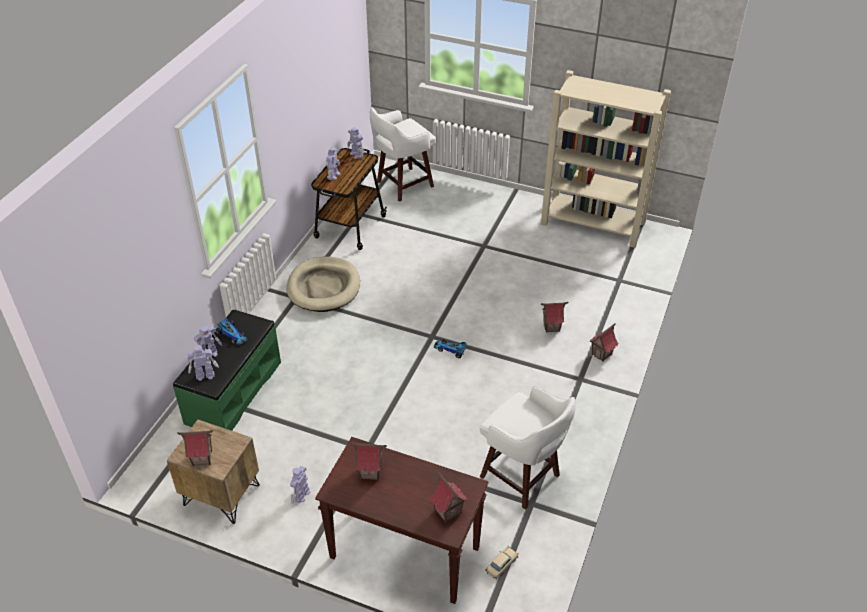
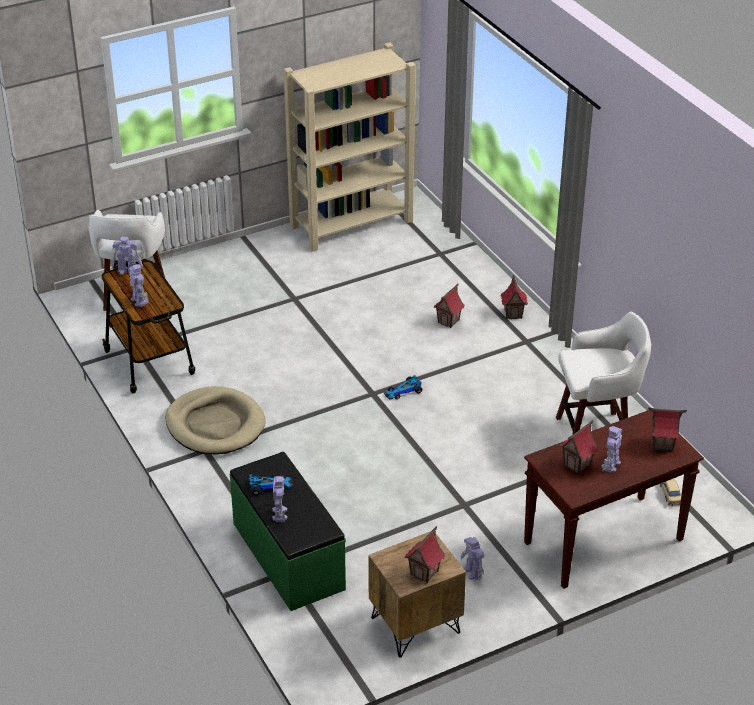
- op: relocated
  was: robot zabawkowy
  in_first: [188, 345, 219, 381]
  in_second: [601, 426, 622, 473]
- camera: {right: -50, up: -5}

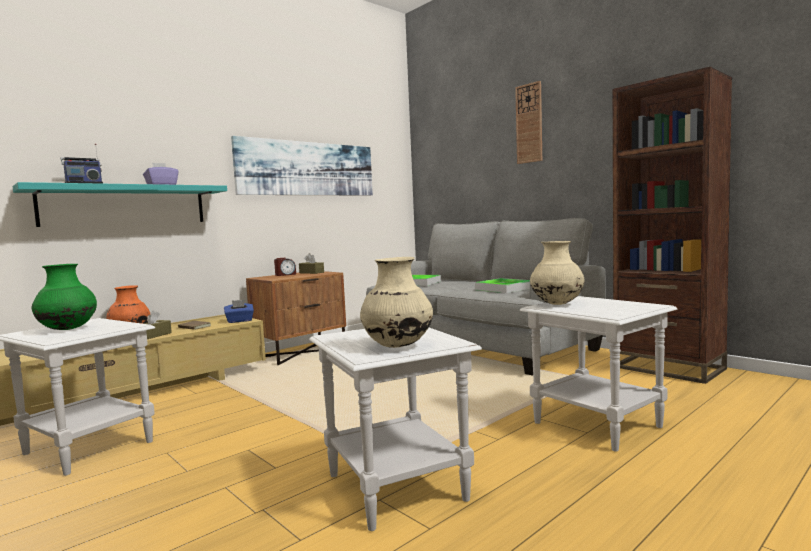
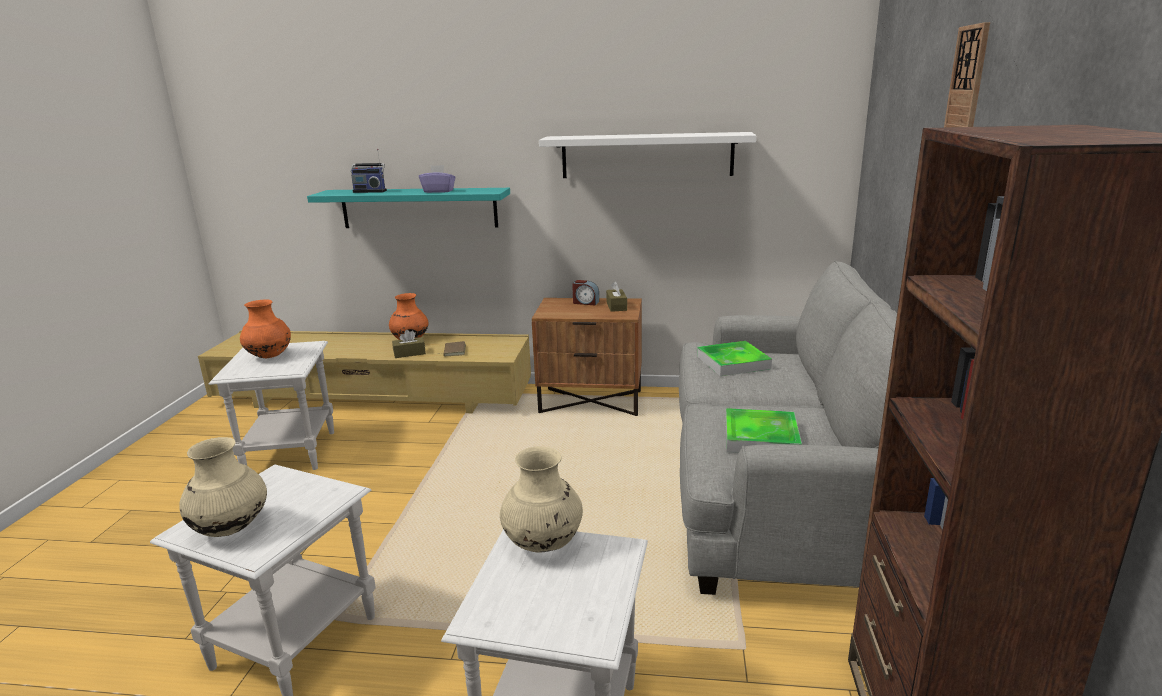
- op: colour
  was: wazon/zielony
  now: wazon/pomarańczowy
  in_first: [32, 264, 97, 330]
  in_second: [240, 299, 291, 358]
- op: exchanged
  was: obraz
  now: półka/biały
  in_first: [231, 136, 373, 195]
  in_second: [539, 132, 756, 178]
- op: missing
  was: pudełko chusteczek/niebieski
  in_first: [224, 300, 254, 323]
- camera: {right: 50, up: 15}

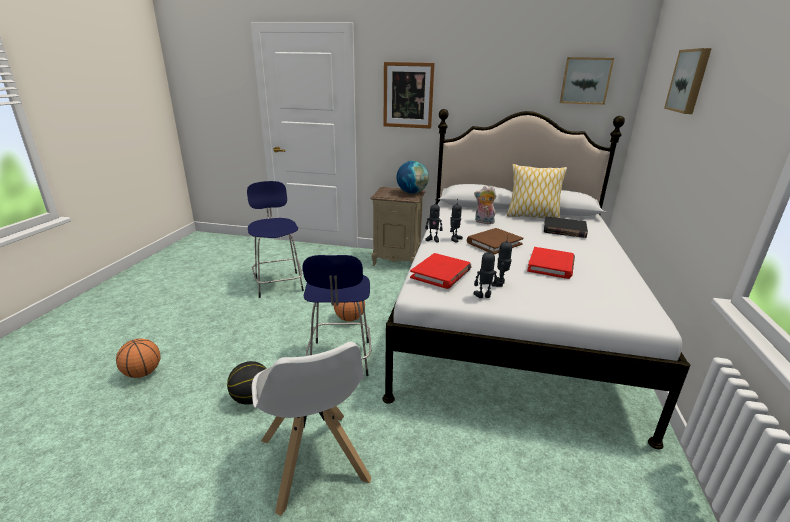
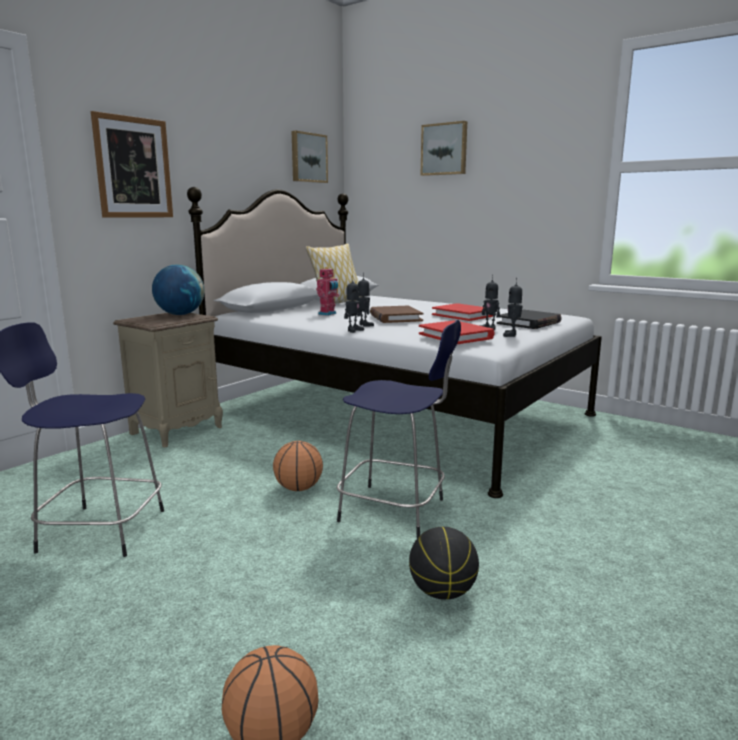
- op: exchanged
  was: pluszak
  now: robot zabawkowy
  in_first: [474, 186, 496, 224]
  in_second: [316, 267, 339, 316]
- op: relocated
  was: książka/czarny
  in_first: [544, 217, 588, 238]
  in_second: [497, 310, 562, 329]
- op: missing
  was: krzesło
  in_first: [252, 342, 372, 516]
- camera: {right: -65, up: -10}

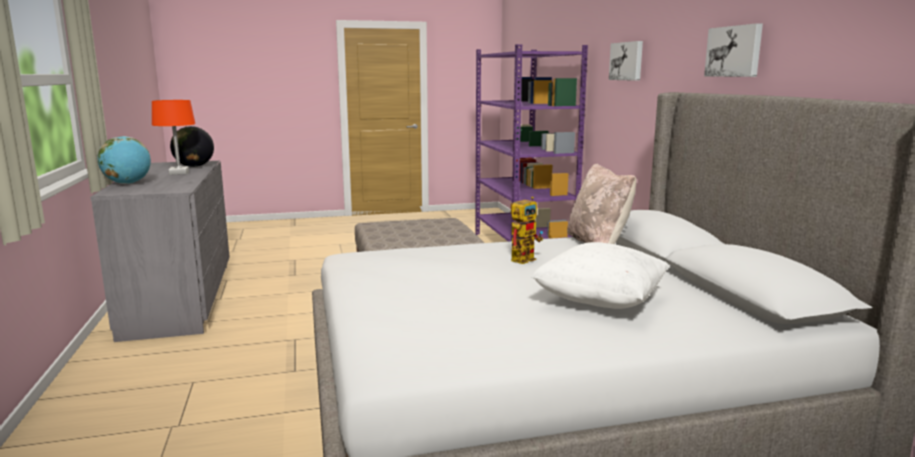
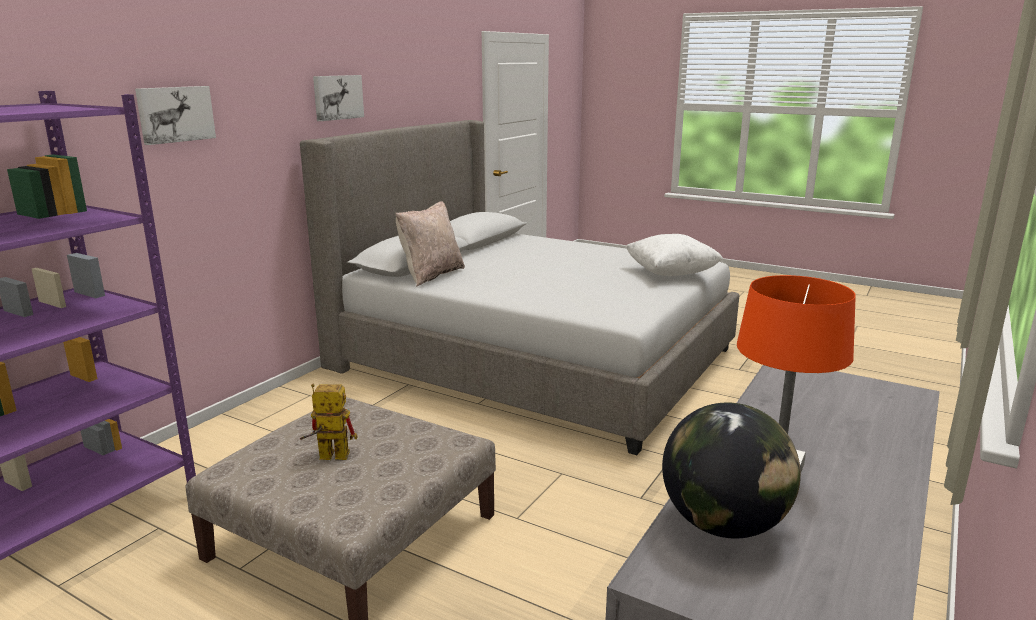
- op: relocated
  was: robot zabawkowy
  in_first: [511, 197, 543, 264]
  in_second: [300, 384, 358, 460]
- op: relocated
  was: poduszka/biały
  in_first: [531, 242, 670, 309]
  in_second: [626, 234, 723, 276]
- op: missing
  was: globus
  in_first: [98, 136, 151, 184]
- camera: {right: -135, up: 5}

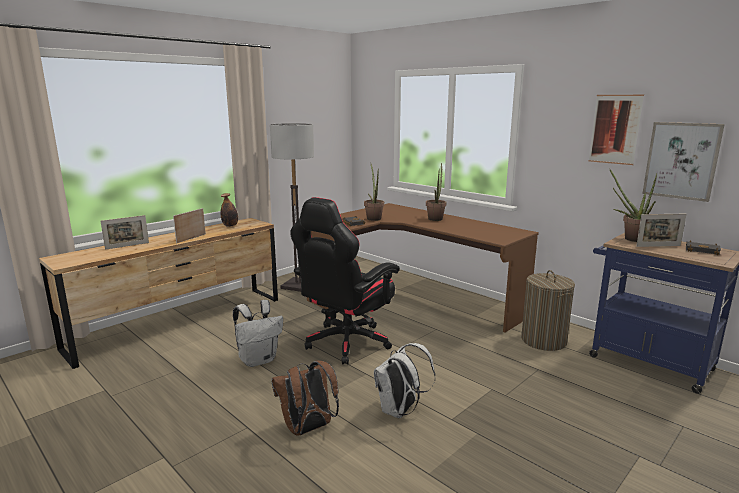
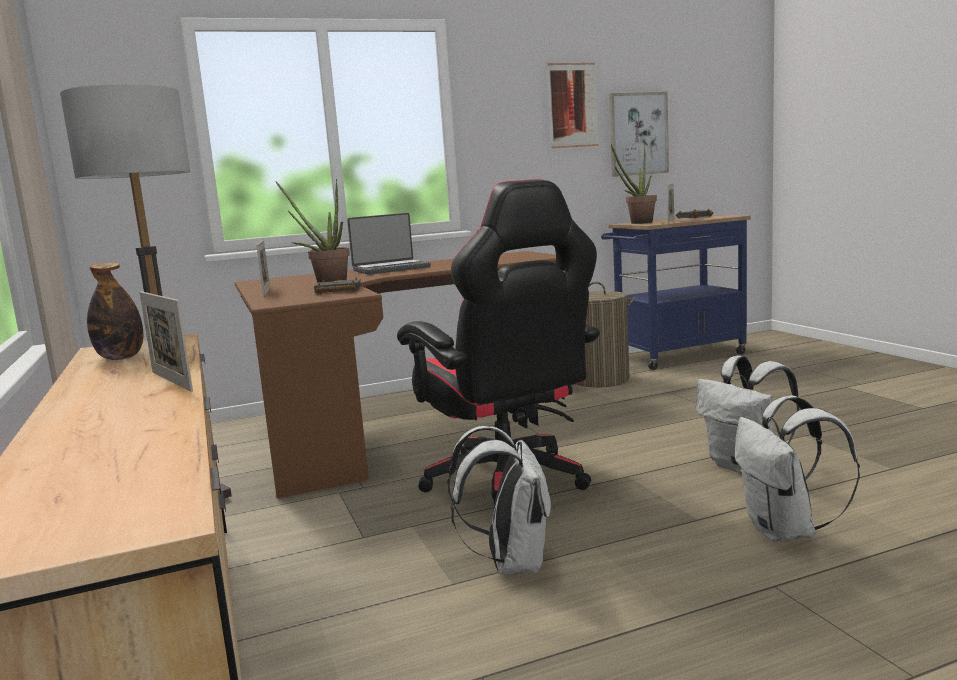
- op: relocated
  was: ramka na zdjęcie
  in_first: [101, 215, 149, 250]
  in_second: [256, 240, 270, 297]
- op: exchanged
  was: roślina doniczkowa
  now: laptop
  in_first: [426, 163, 446, 221]
  in_second: [347, 213, 431, 274]
- op: colour
  was: plecak/brązowy
  now: plecak/biały
  in_first: [271, 361, 339, 435]
  in_second: [735, 396, 860, 542]
- camera: {right: -65, up: -5}

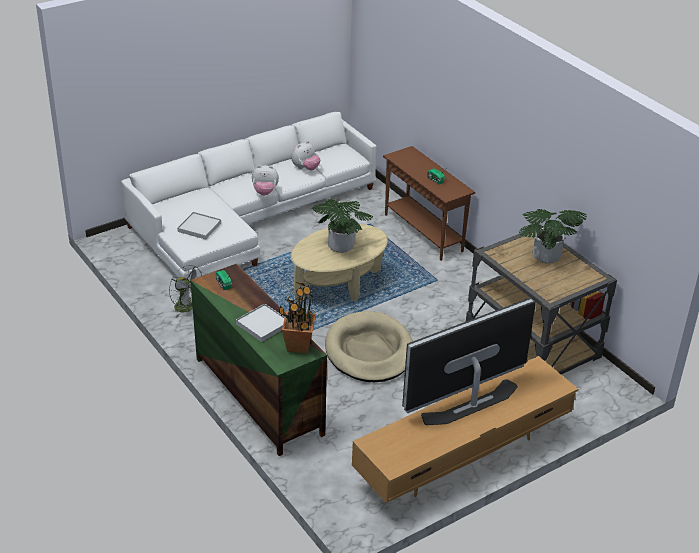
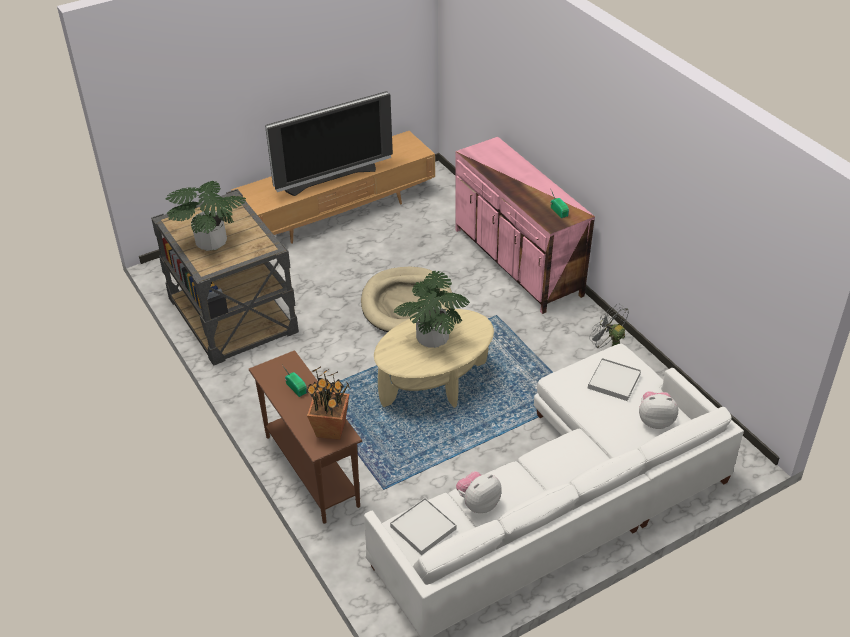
- op: relocated
  was: roślina doniczkowa
  in_first: [279, 282, 316, 353]
  in_second: [306, 366, 350, 440]
- op: relocated
  was: taca/biały
  in_first: [236, 304, 285, 342]
  in_second: [390, 498, 457, 555]
- op: colour
  was: szafka/zielony
  now: szafka/różowy
  in_first: [190, 264, 327, 456]
  in_second: [455, 137, 595, 314]
- op: relocated
  was: pluszak
  in_first: [252, 165, 279, 195]
  in_second: [639, 391, 678, 429]
- camera: {right: -175, up: 5}

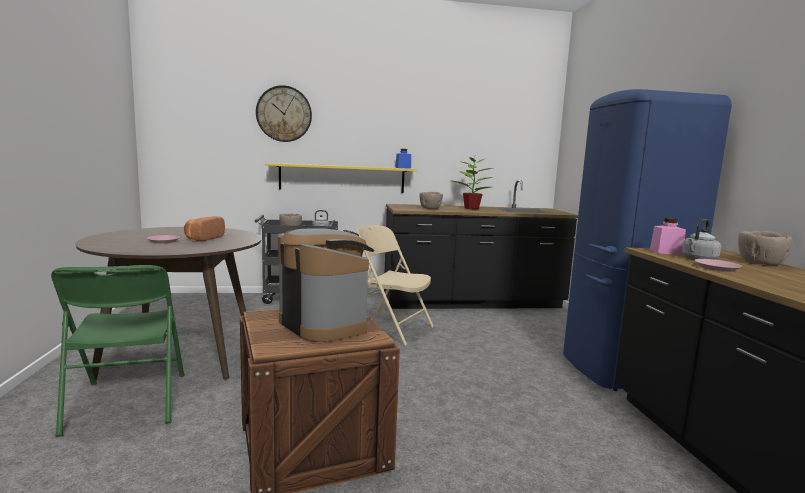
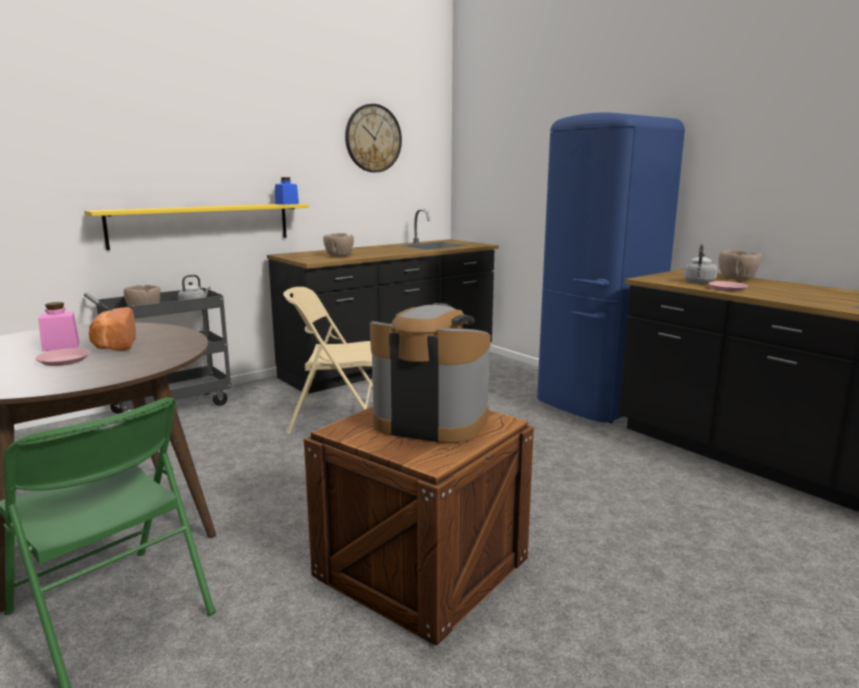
- op: relocated
  was: słoik/różowy
  in_first: [650, 218, 686, 255]
  in_second: [38, 302, 80, 351]
- op: relocated
  was: zegar ścienny
  in_first: [256, 85, 312, 142]
  in_second: [345, 104, 402, 173]
- op: missing
  was: roślina doniczkowa
  in_first: [453, 157, 494, 209]
- camera: {right: -30, up: 5}

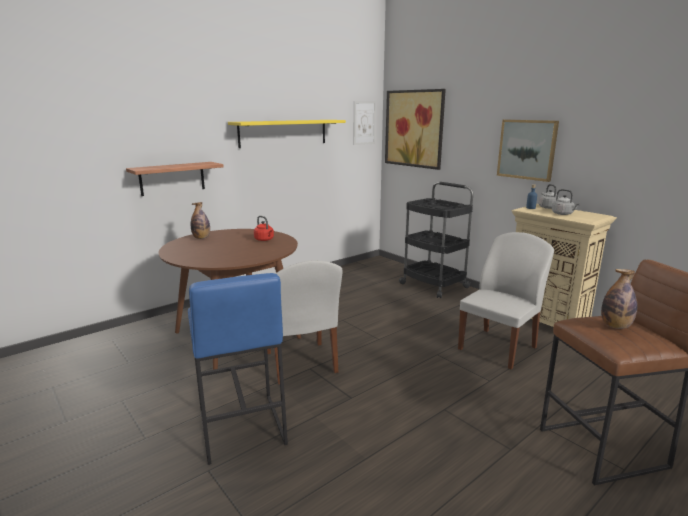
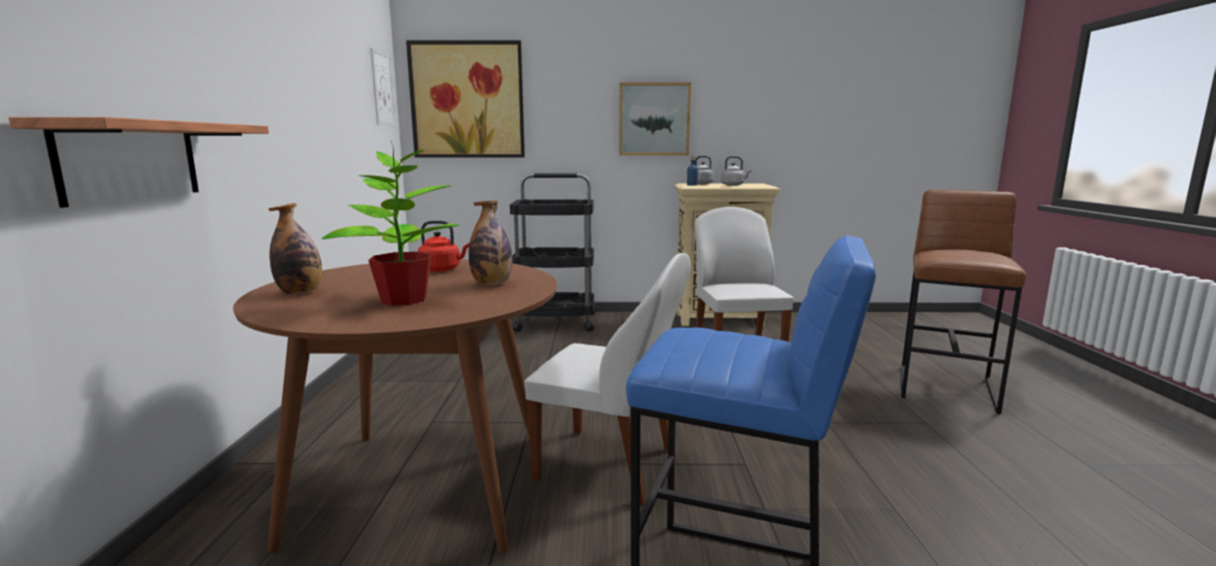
- op: appeared
  now: roślina doniczkowa
  in_second: [322, 142, 459, 306]
- op: relocated
  was: butelka
  in_first: [601, 269, 637, 329]
  in_second: [469, 200, 512, 285]
- op: missing
  was: półka/żółty
  in_first: [228, 120, 346, 148]
- camera: {right: -50, up: -5}

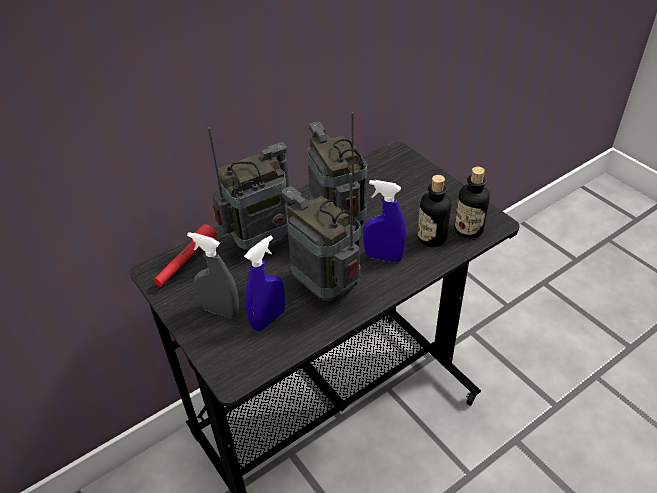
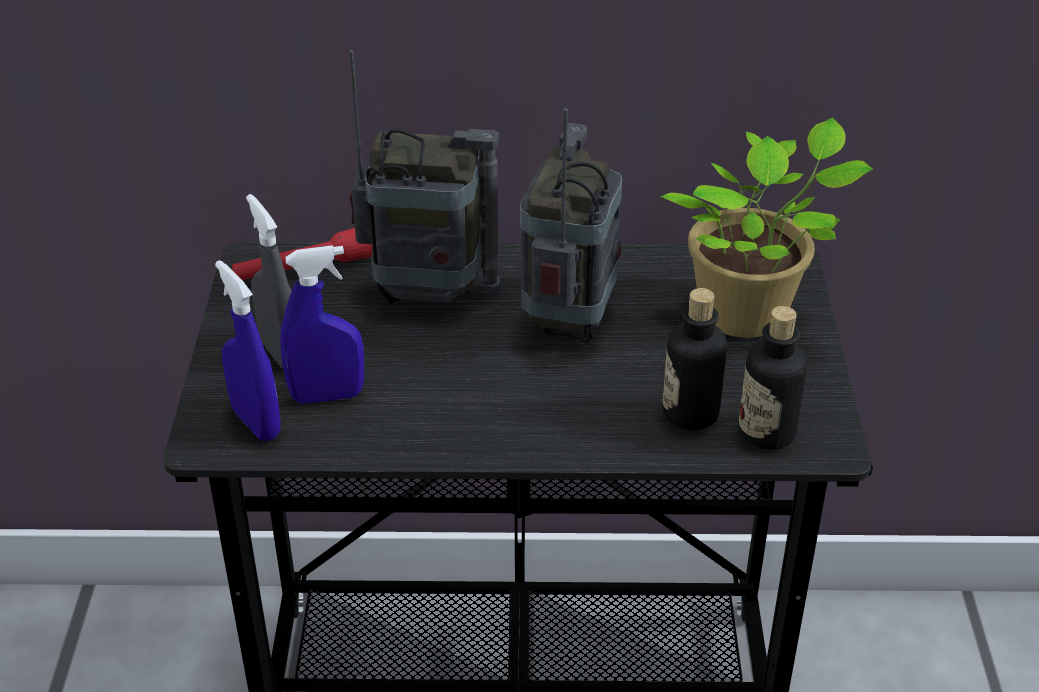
- op: relocated
  was: spryskiwacz/niebieski
  in_first: [363, 180, 406, 263]
  in_second: [215, 260, 281, 441]
- op: appeared
  now: roślina doniczkowa
  in_second: [661, 118, 873, 338]
- op: missing
  was: radio
  in_first: [282, 173, 361, 302]
- camera: {right: 35, up: -5}

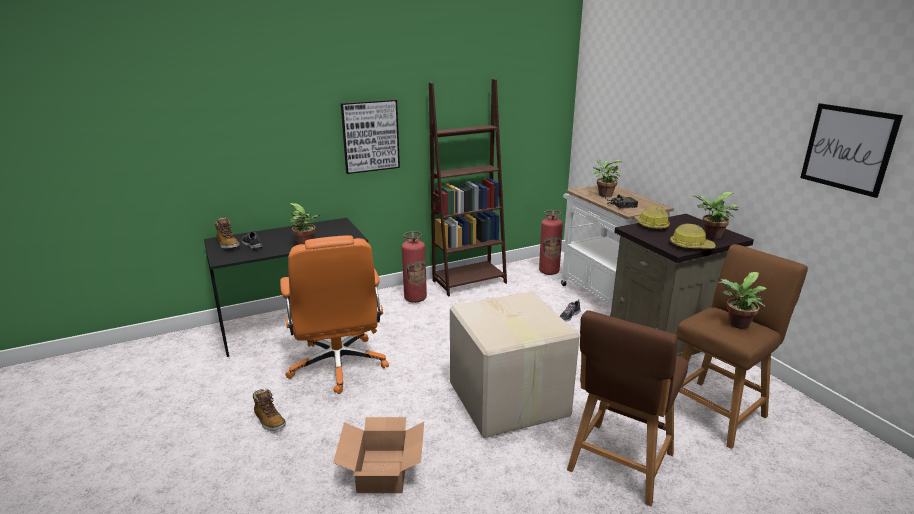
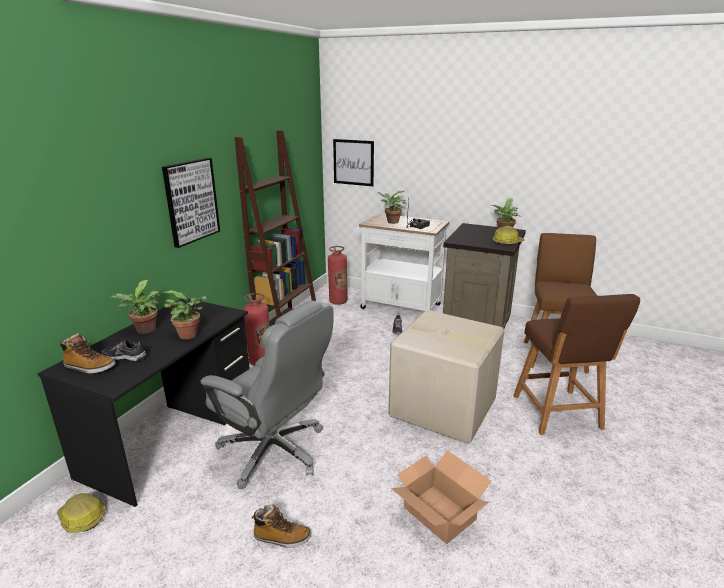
- op: relocated
  was: kask
  in_first: [634, 206, 670, 231]
  in_second: [57, 493, 106, 533]
- op: relocated
  was: roślina doniczkowa
  in_first: [718, 272, 767, 329]
  in_second: [110, 280, 160, 334]
- op: colour
  was: krzesło biurowe/pomarańczowy
  now: krzesło biurowe/szary
  in_first: [280, 235, 389, 394]
  in_second: [201, 301, 334, 489]
- op: relocated
  was: obraz
  in_first: [800, 103, 903, 198]
  in_second: [333, 139, 374, 186]
- camera: {right: -40, up: 0}

